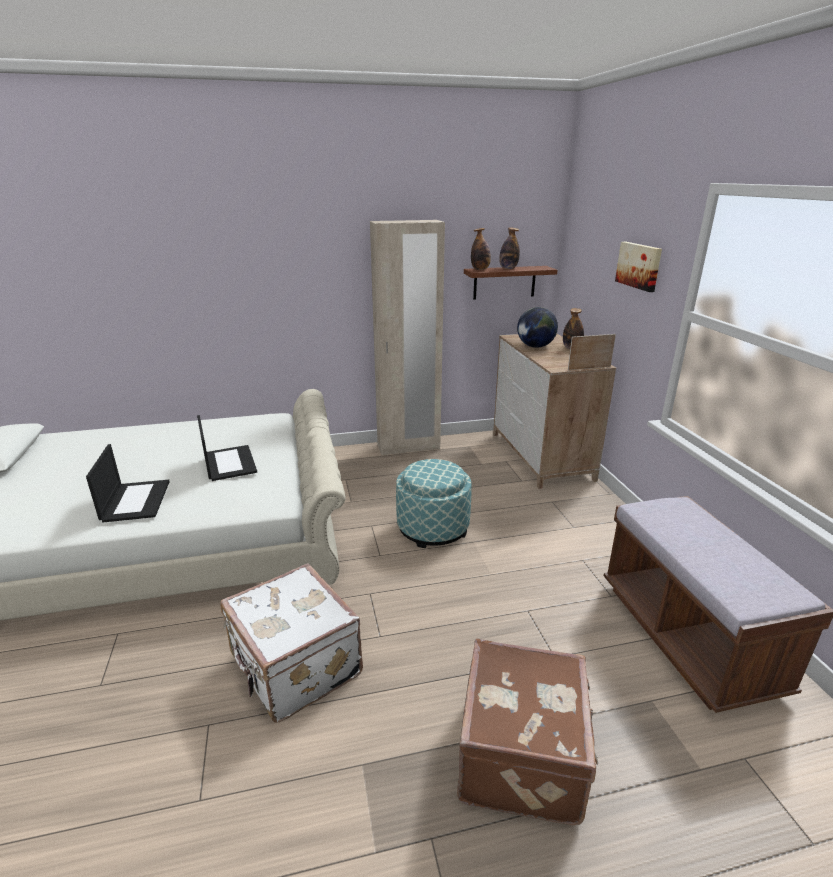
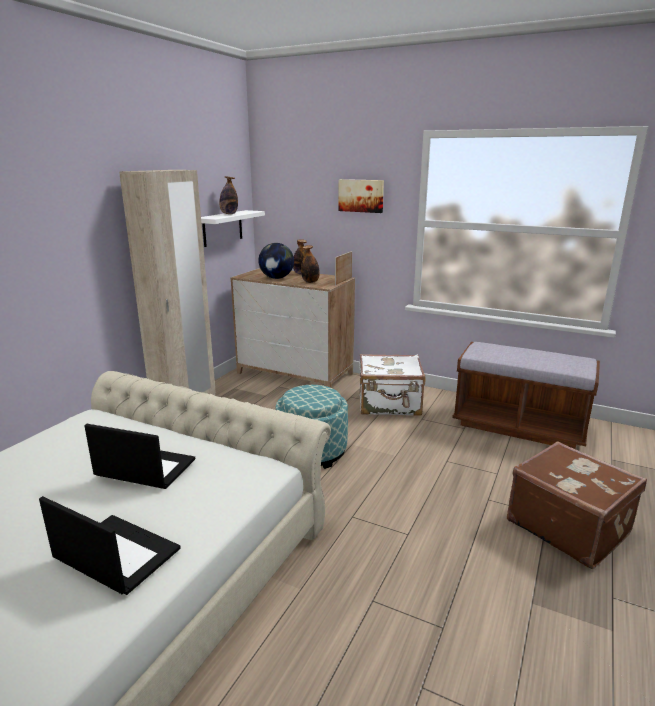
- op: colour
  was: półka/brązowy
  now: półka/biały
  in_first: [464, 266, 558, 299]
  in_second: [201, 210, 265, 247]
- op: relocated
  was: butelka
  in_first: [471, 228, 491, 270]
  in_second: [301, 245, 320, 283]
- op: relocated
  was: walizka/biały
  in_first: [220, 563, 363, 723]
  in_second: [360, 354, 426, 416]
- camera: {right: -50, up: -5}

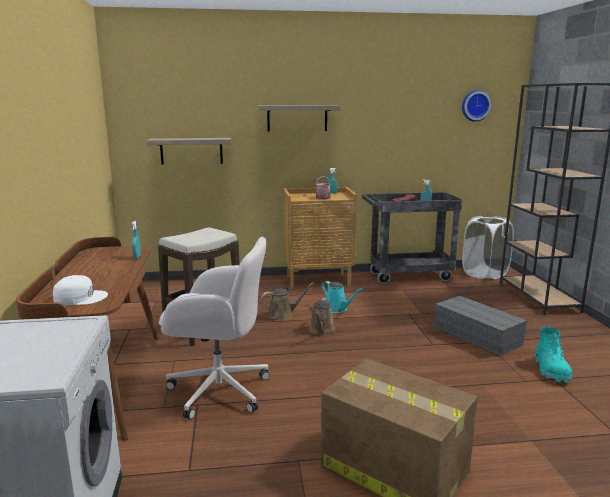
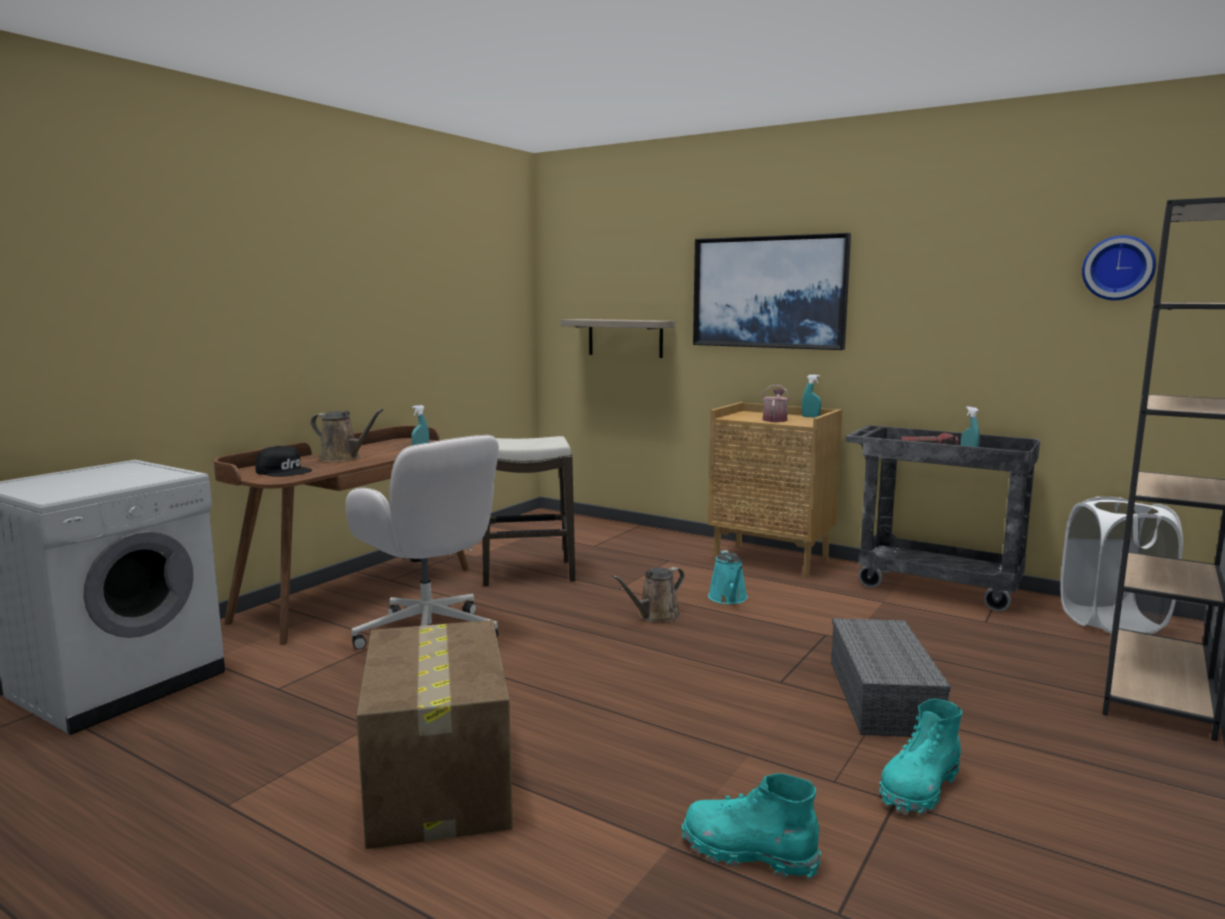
- op: colour
  was: czapka z daszkiem/biały
  now: czapka z daszkiem/czarny
  in_first: [53, 275, 108, 306]
  in_second: [255, 446, 312, 477]
- op: relocated
  was: konewka/brązowy
  in_first: [261, 282, 314, 320]
  in_second: [311, 409, 383, 462]
- op: appeared
  now: but z cholewką/turkusowy
  in_second: [682, 773, 821, 879]
- op: exchanged
  was: półka
  now: obraz
  in_first: [257, 105, 341, 131]
  in_second: [693, 233, 851, 350]
- camera: {right: 40, up: -5}

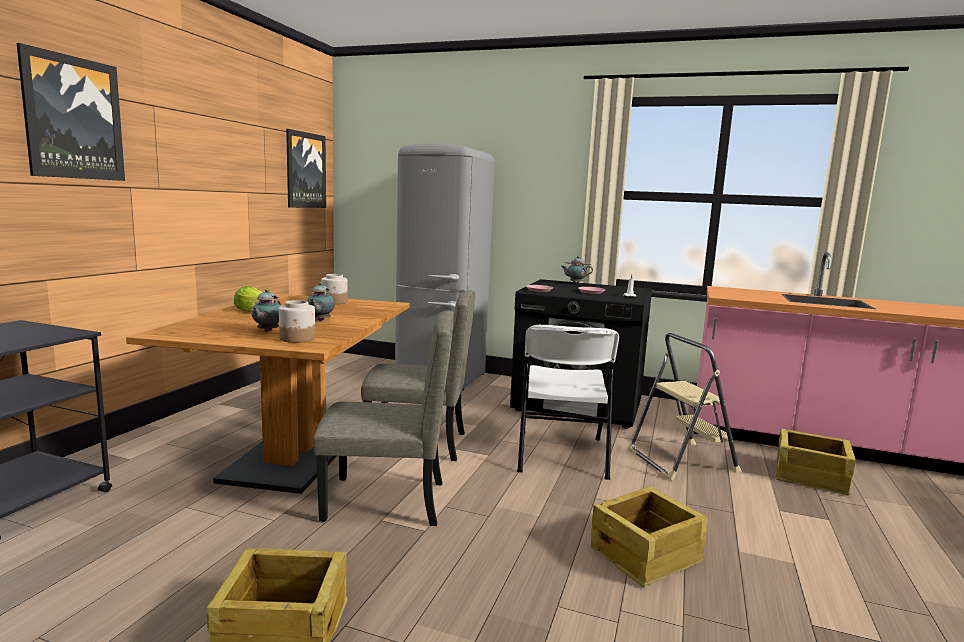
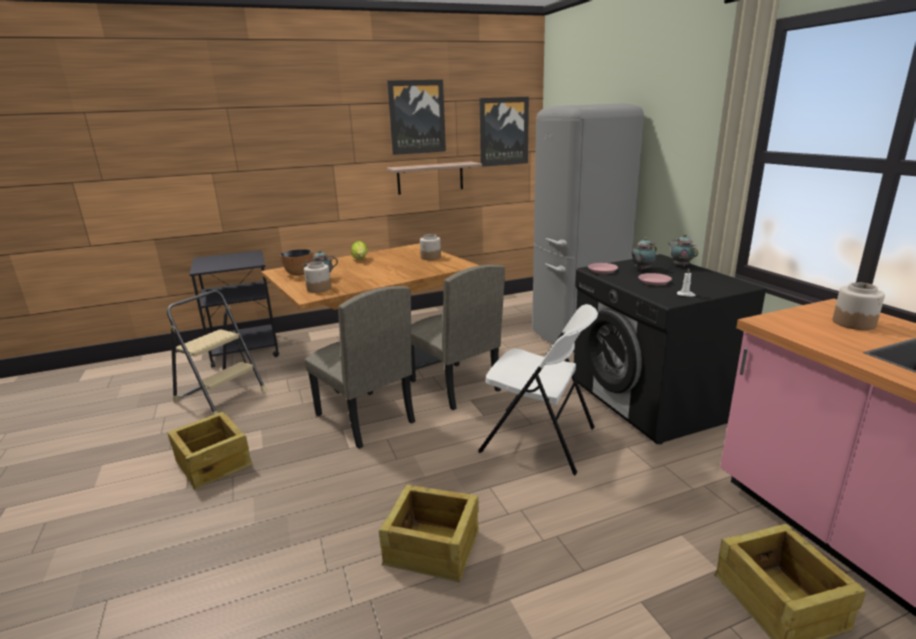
- op: relocated
  was: drabinka/beżowy
  in_first: [628, 333, 742, 481]
  in_second: [167, 290, 268, 415]
- op: appeared
  now: miska
  in_second: [280, 249, 313, 276]
- op: appeared
  now: półka
  in_second: [386, 162, 482, 195]
- op: relocated
  was: obraz
  in_first: [16, 43, 125, 181]
  in_second: [387, 80, 446, 155]
- op: spun
  was: krzesło/biały
  in_first: [517, 325, 619, 480]
  in_second: [478, 304, 598, 475]
  clockwise: -120
- op: relocated
  was: imbryk
  in_first: [307, 282, 335, 321]
  in_second: [630, 237, 657, 270]
- op: appeared
  now: słoik
  in_second: [833, 282, 885, 330]
- camera: {right: 50, up: 10}

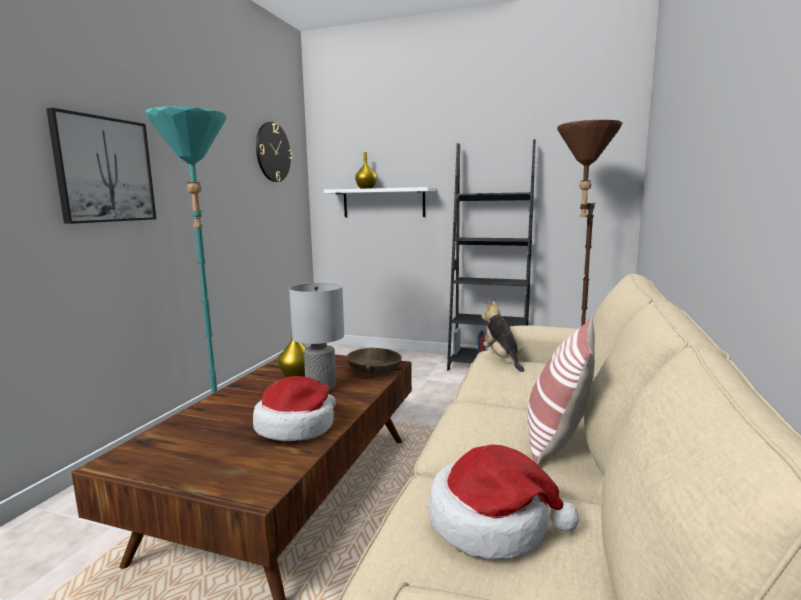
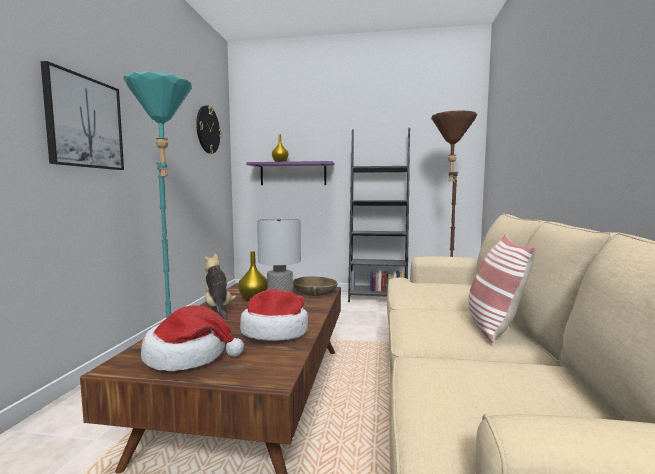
- op: relocated
  was: kapelusz
  in_first: [429, 445, 579, 559]
  in_second: [141, 305, 244, 371]
- op: relocated
  was: pluszak
  in_first: [481, 301, 524, 372]
  in_second: [204, 254, 236, 319]
- op: colour
  was: półka/biały
  now: półka/fioletowy
  in_first: [324, 187, 436, 217]
  in_second: [246, 161, 334, 185]
- camera: {right: -10, up: -5}

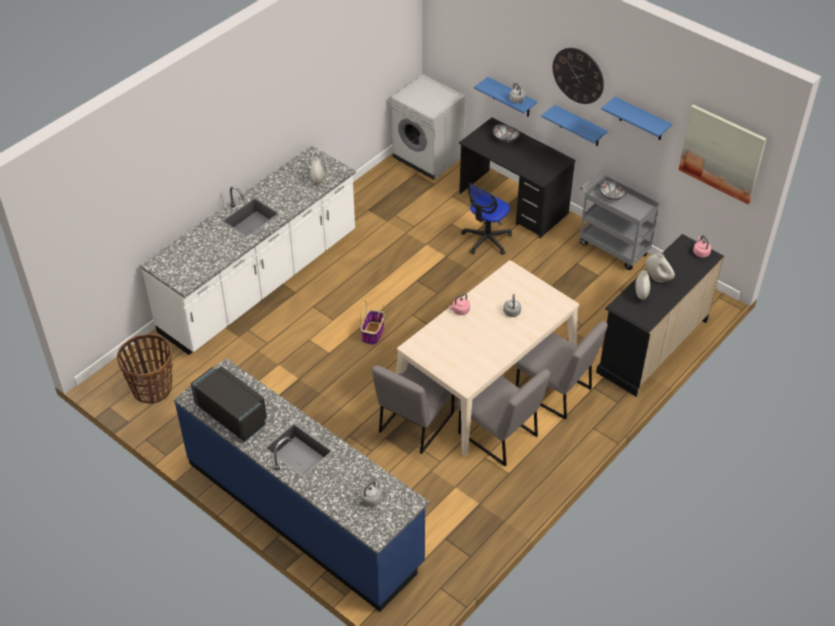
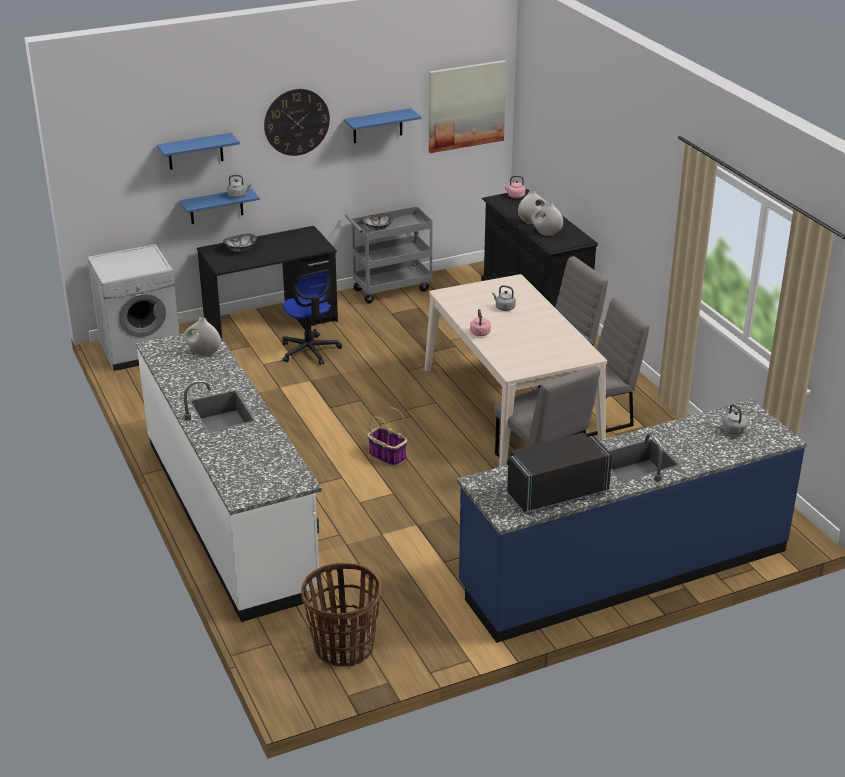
- op: relocated
  was: półka/niebieski
  in_first: [541, 105, 608, 146]
  in_second: [157, 133, 240, 170]
- camera: {right: -65, up: -15}

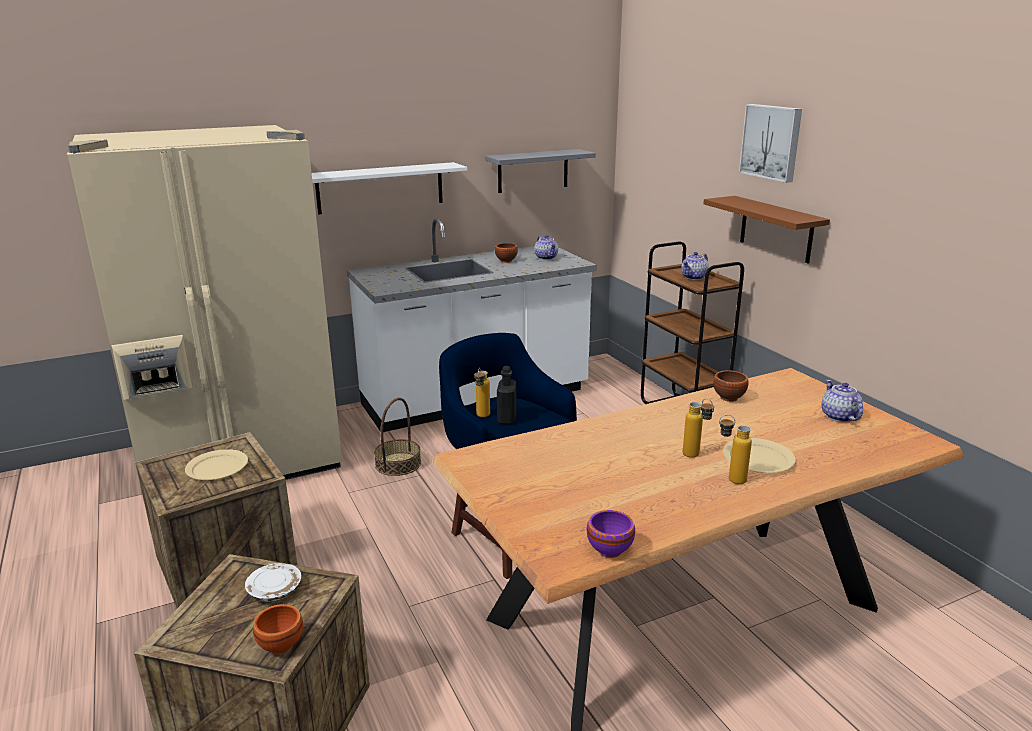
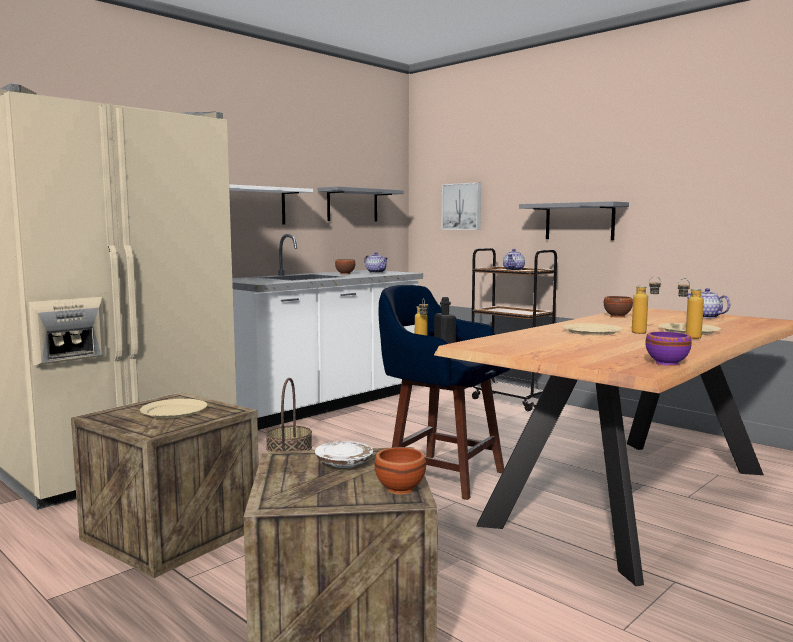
- op: relocated
  was: obraz
  in_first: [739, 104, 802, 183]
  in_second: [442, 182, 481, 230]
- op: colour
  was: półka/brązowy
  now: półka/szary
  in_first: [703, 196, 830, 263]
  in_second: [519, 201, 629, 240]
- op: appeared
  now: talerz/beżowy
  in_second: [562, 323, 622, 335]
- camera: {right: -20, up: -15}

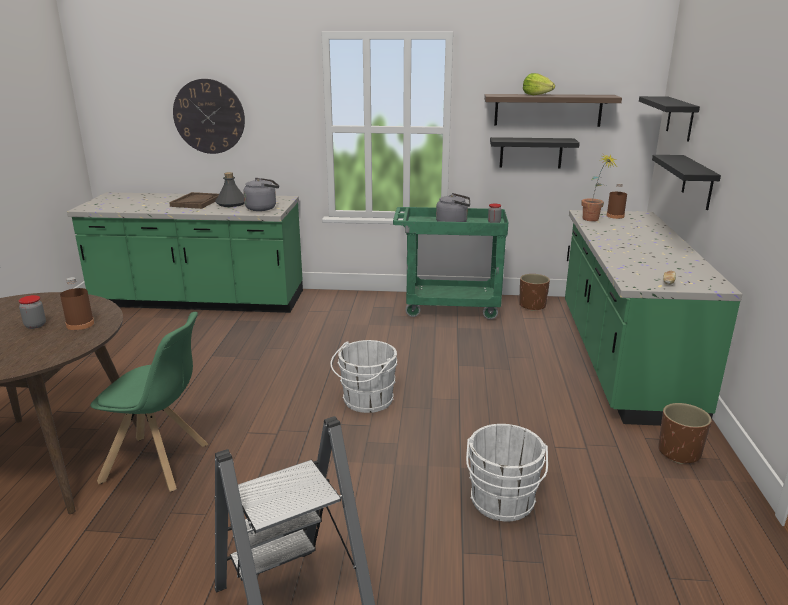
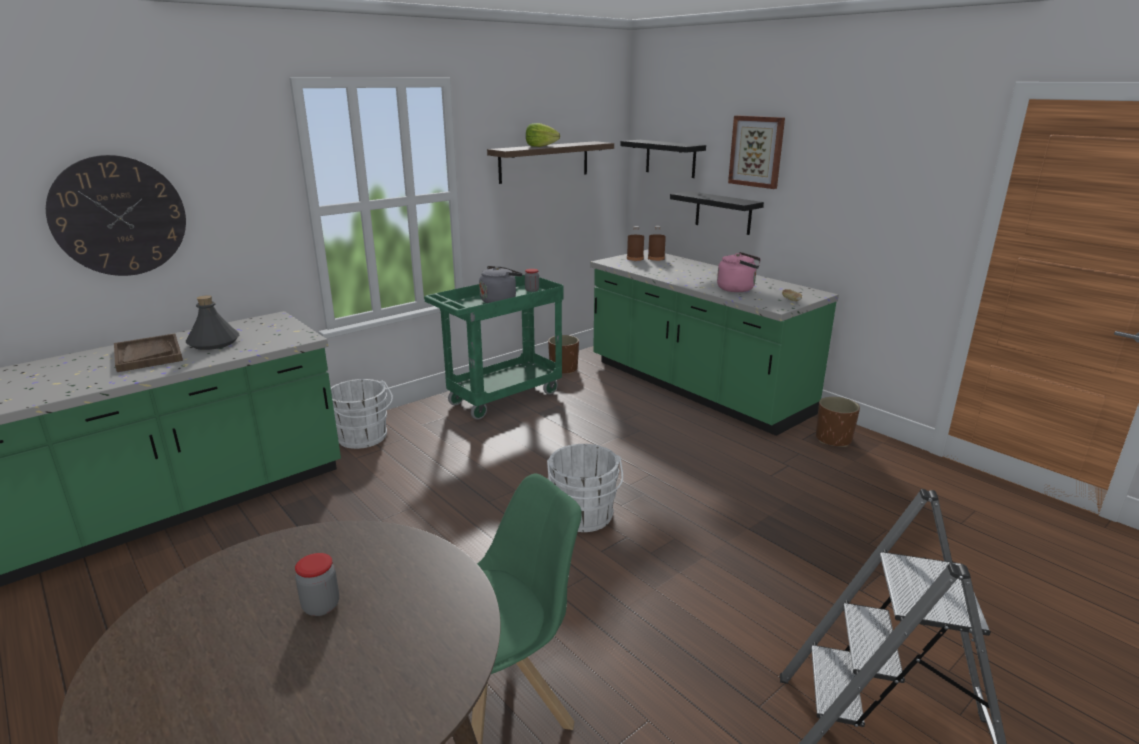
- op: relocated
  was: wiadro/biały
  in_first: [466, 424, 548, 522]
  in_second: [331, 379, 393, 449]
- op: relocated
  was: butelka/brązowy
  in_first: [60, 277, 94, 330]
  in_second: [648, 226, 666, 261]
- op: appeared
  now: czajnik/różowy
  in_second: [717, 252, 761, 292]
- op: appeared
  now: obraz
  in_second: [728, 115, 785, 189]
- op: missing
  was: czajnik/szary
  in_first: [243, 178, 279, 211]
- op: missing
  was: półka/czarny
  in_first: [490, 137, 580, 169]
- op: missing
  was: roślina doniczkowa
  in_first: [581, 153, 617, 221]
- camera: {right: -45, up: 0}

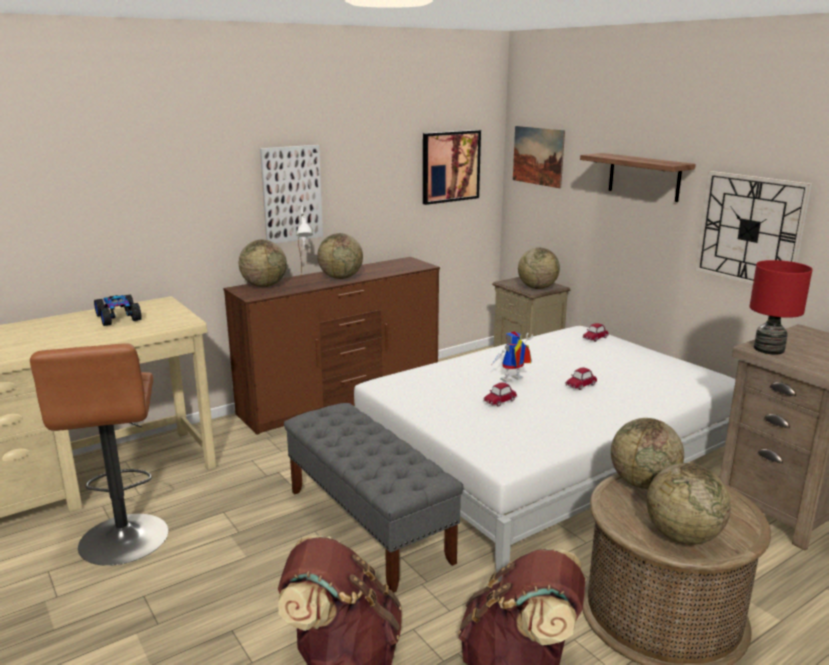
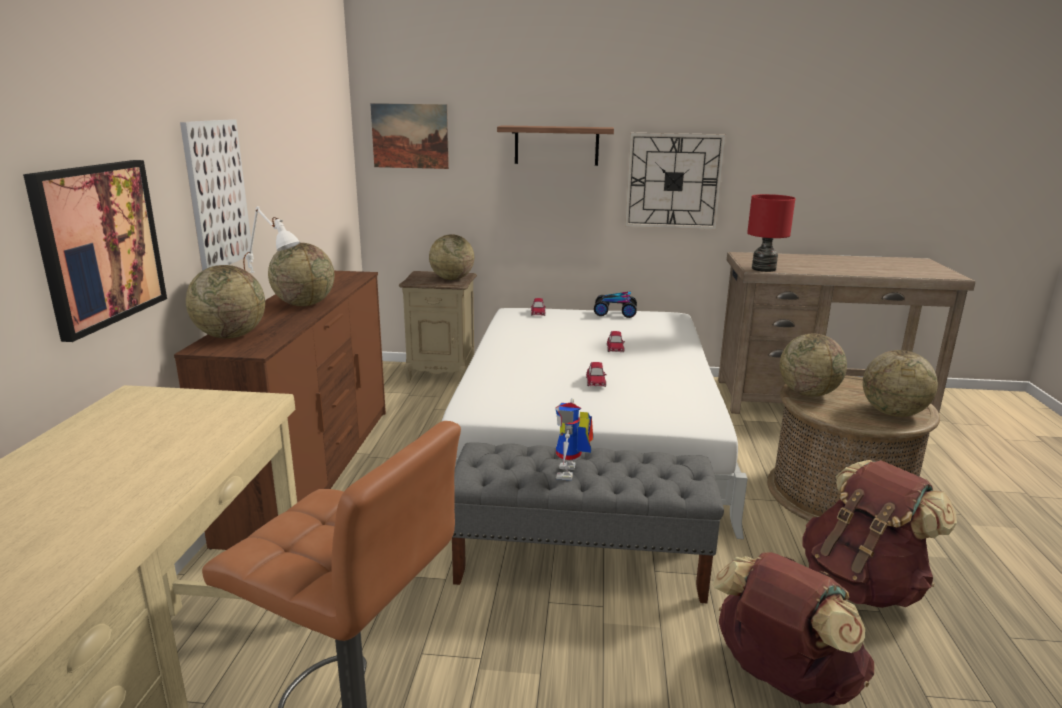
- op: relocated
  was: obraz
  in_first: [423, 130, 481, 205]
  in_second: [23, 160, 167, 342]
- op: relocated
  was: robot zabawkowy
  in_first: [492, 331, 533, 383]
  in_second: [555, 399, 594, 480]
- op: relocated
  was: samochodzik
  in_first: [94, 295, 142, 326]
  in_second: [594, 291, 637, 318]
- camera: {right: -50, up: 0}

